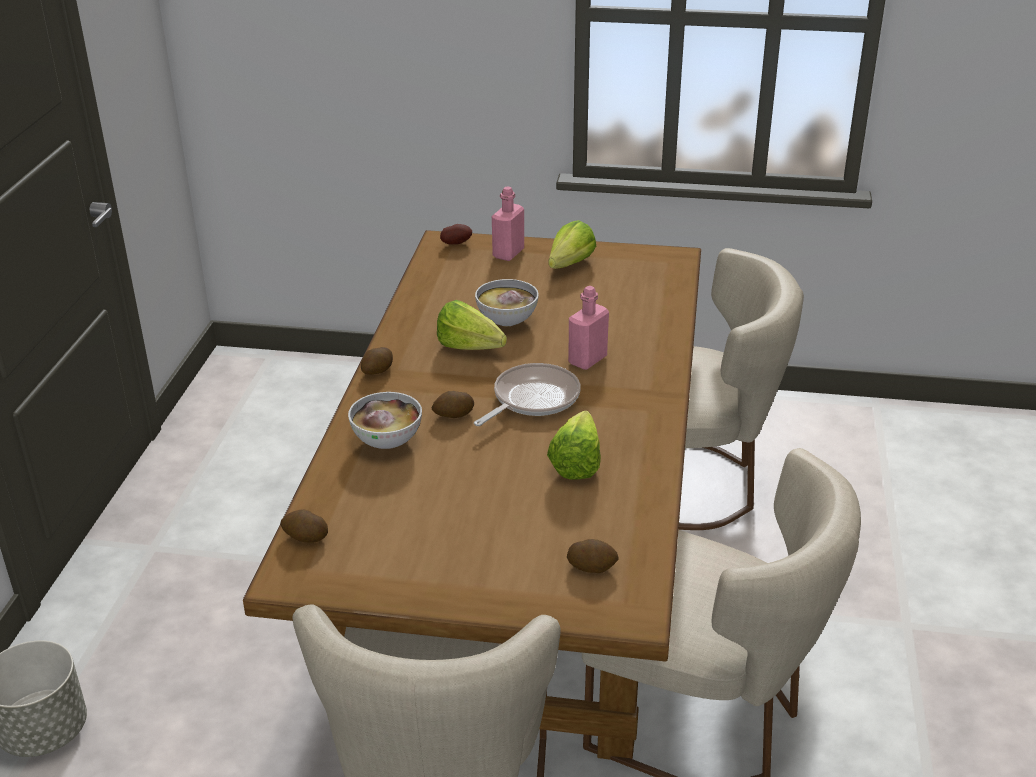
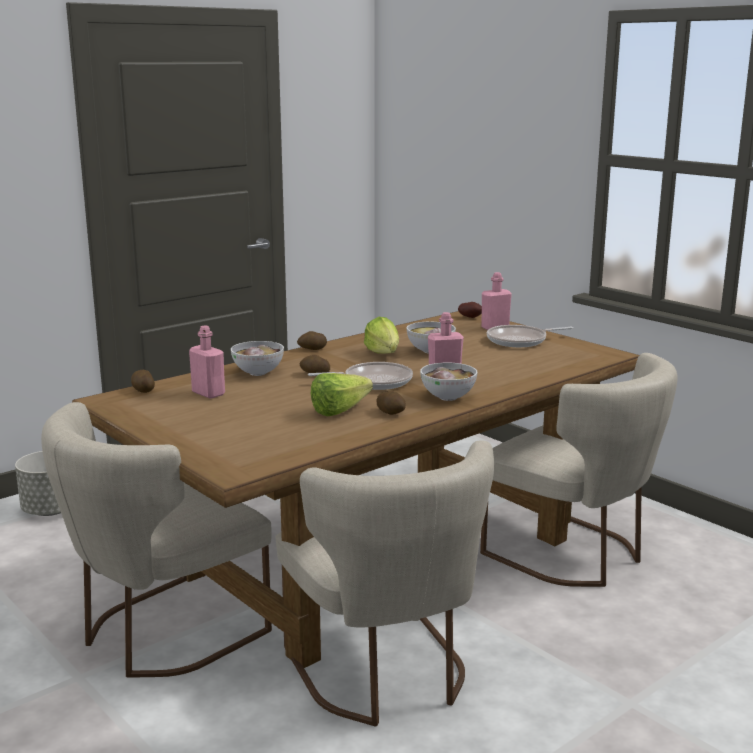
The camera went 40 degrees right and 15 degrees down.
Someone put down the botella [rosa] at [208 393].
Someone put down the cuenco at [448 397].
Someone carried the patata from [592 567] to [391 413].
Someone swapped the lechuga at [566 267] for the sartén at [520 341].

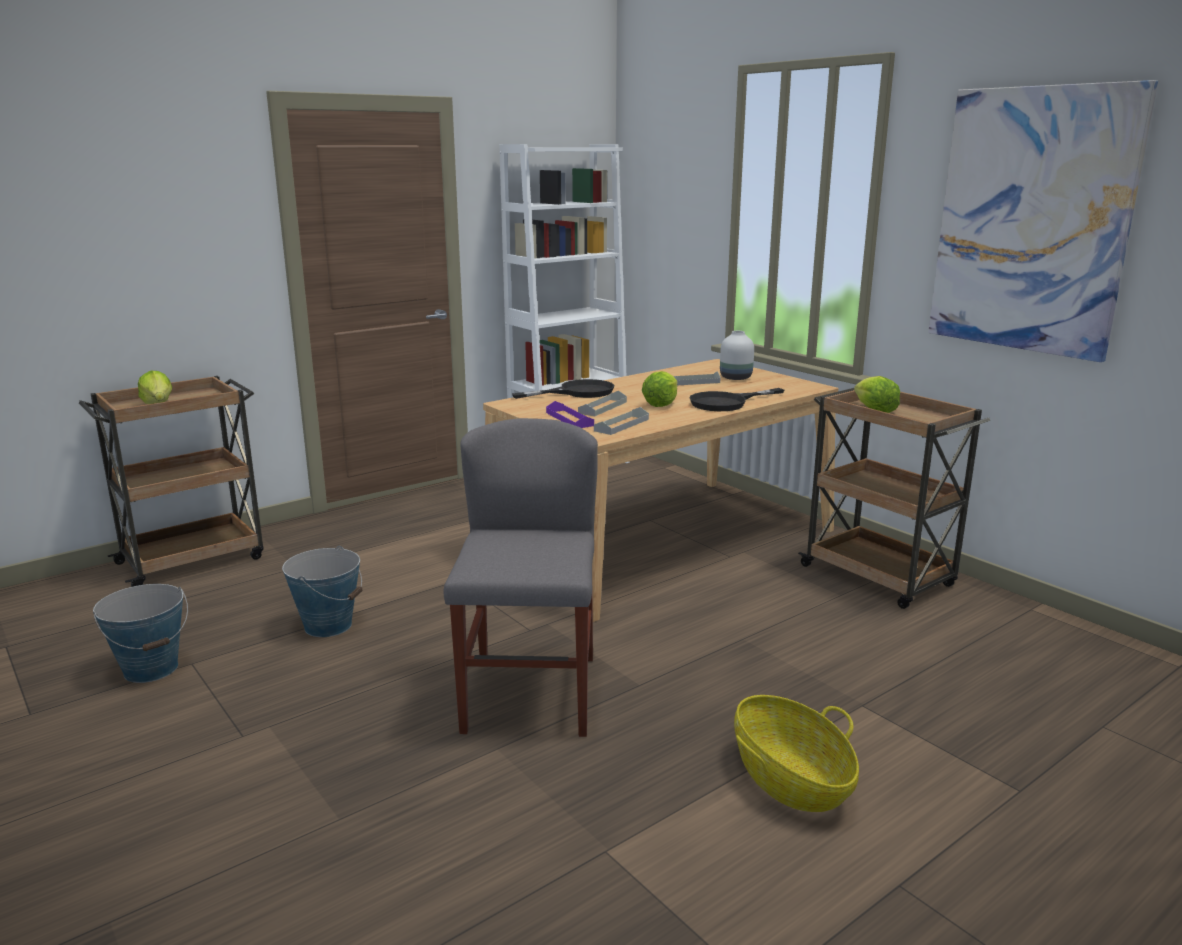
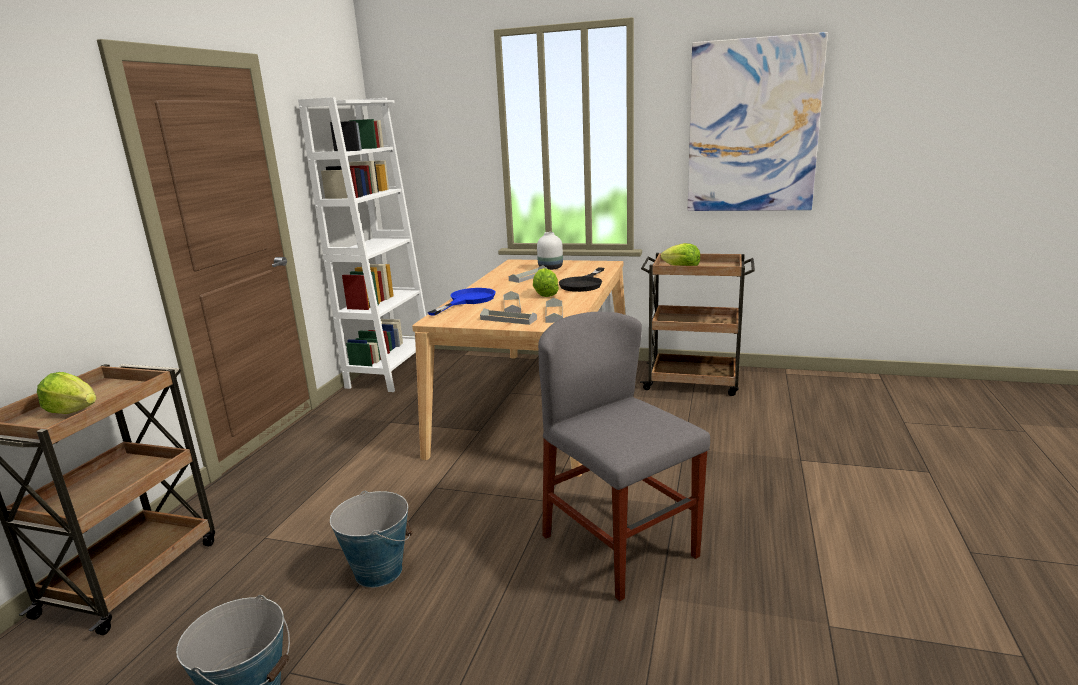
The camera went 35 degrees left and 0 degrees up.
Someone took away the cesta at [790 780].
Someone repainted the sartén [negro] at [577 392], which became the sartén [azul] at [467 300].
Someone repainted the bandeja [morado] at [569 419], which became the bandeja [gris] at [508 319].

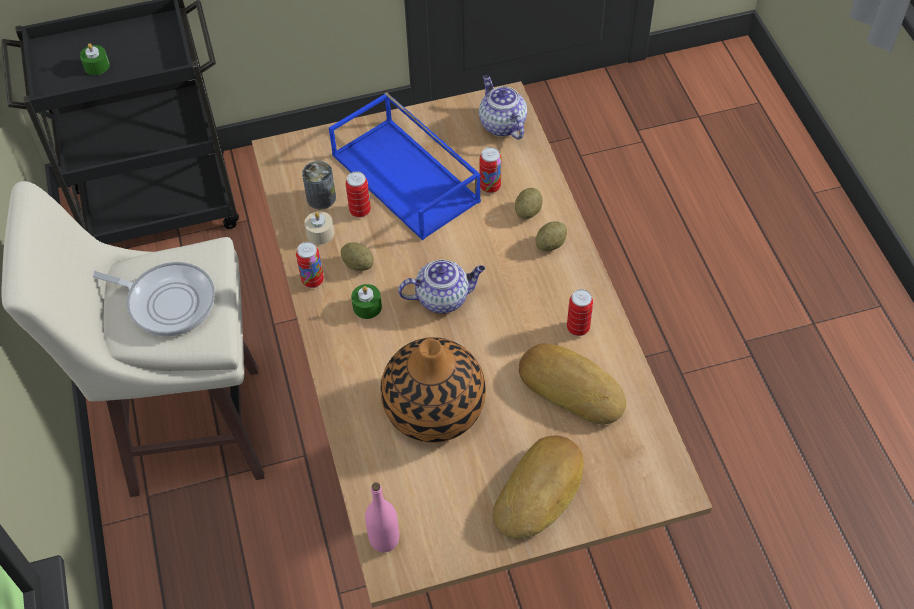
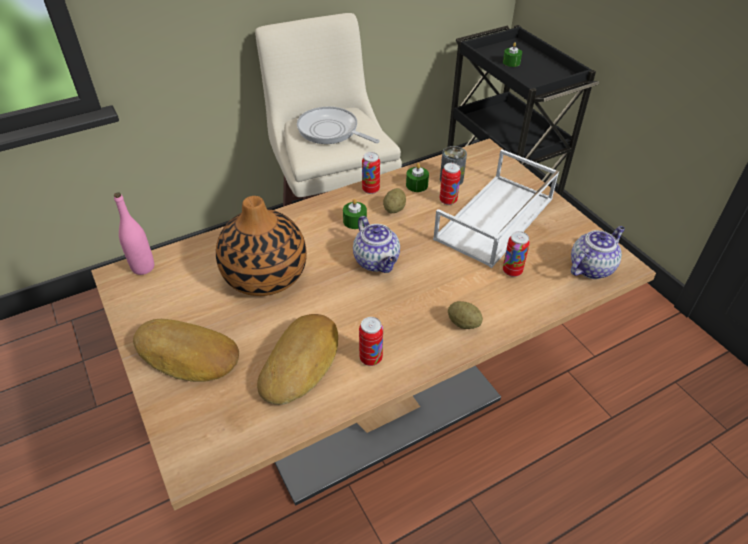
The camera went 75 degrees right and 10 degrees down.
Someone took away the patata at [528 211].
Someone repainted the vela [beis] at [320 233], which became the vela [verde] at [417 185].
Someone repainted the bandeja [azul] at [407 178], which became the bandeja [blanco] at [495 220].
Someone rotated the sartén at [167 301] by 120 degrees clockwise.

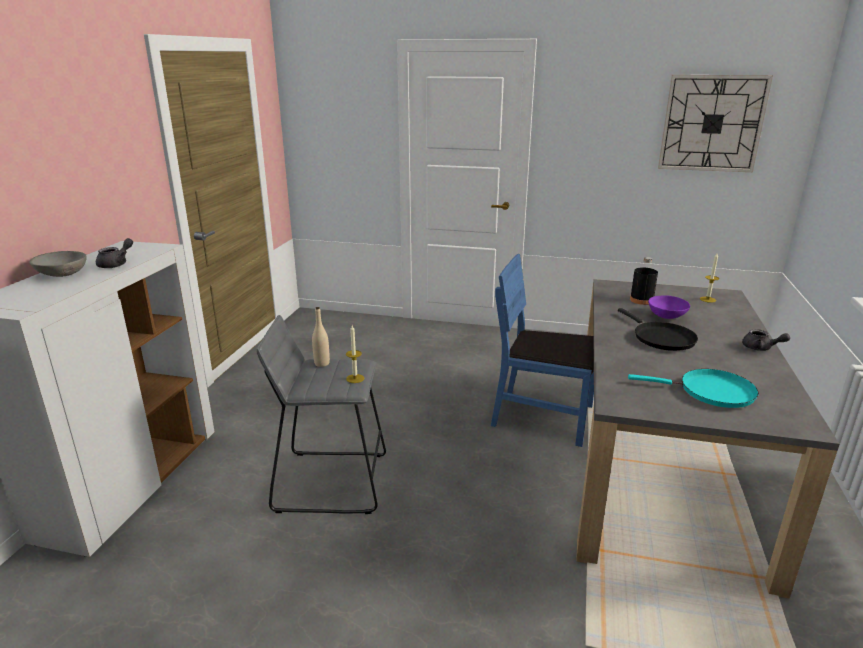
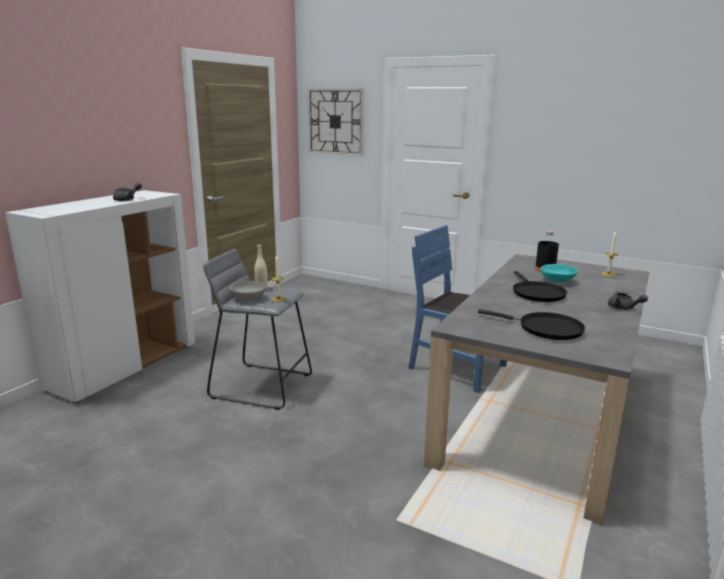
The camera went 15 degrees right and 5 degrees down.
Someone carried the cuenco [gris] from [63 274] to [248 298].
Someone carried the reloj de pared from [712 123] to [335 121].
Someone repainted the sartén [turquesa] at [711 392], which became the sartén [negro] at [545 329].
Someone repainted the cuenco [morado] at [667 316], which became the cuenco [turquesa] at [557 281].

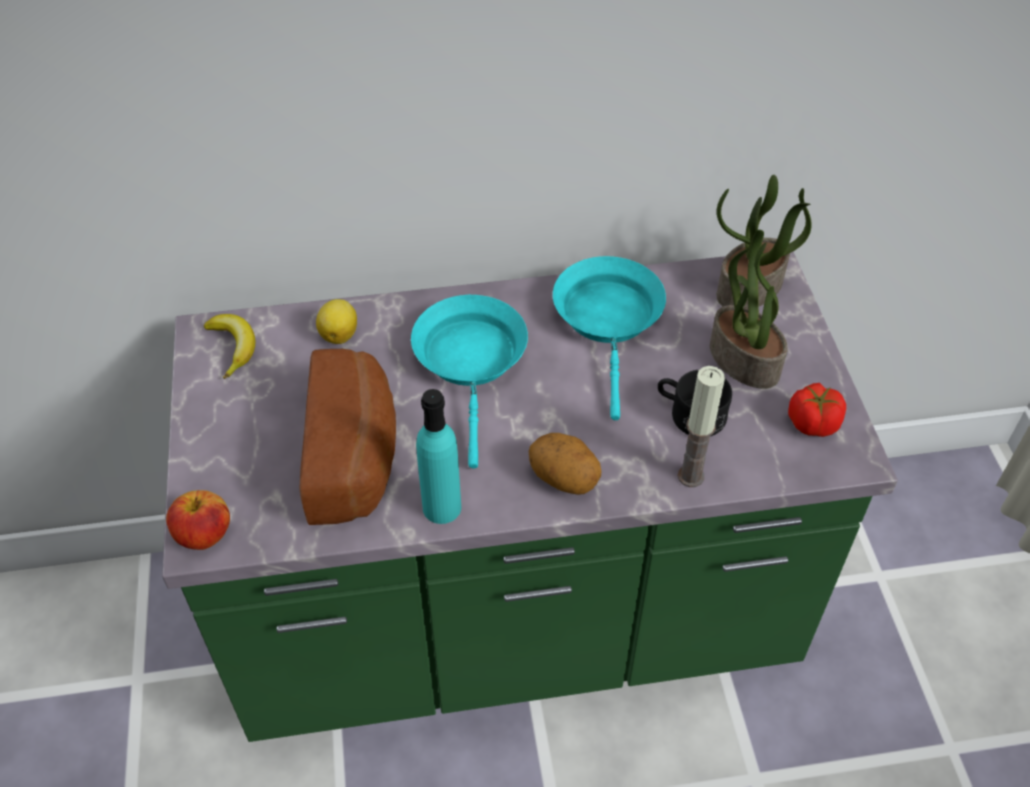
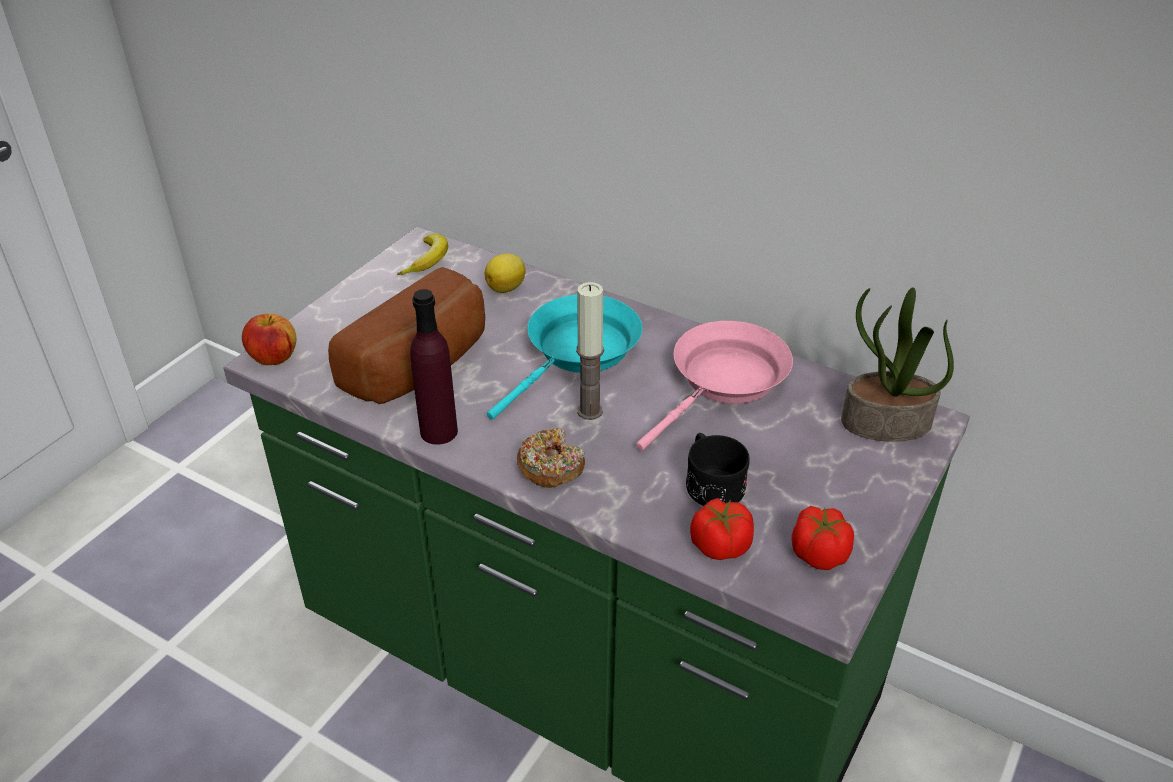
The camera went 40 degrees right and 10 degrees down.
Someone took away the planta en maceta at [742 360].
Someone put down the tomate at [719 545].
Someone carried the vela from [691 476] to [590 411].
Someone swapped the patata at [564 479] for the rosquilla at [550 467].
Someone repainted the botella [turquesa] at [442 507], which became the botella [morado] at [438 432].
Someone repainted the sartén [turquesa] at [609 321], which became the sartén [rosa] at [724 382].

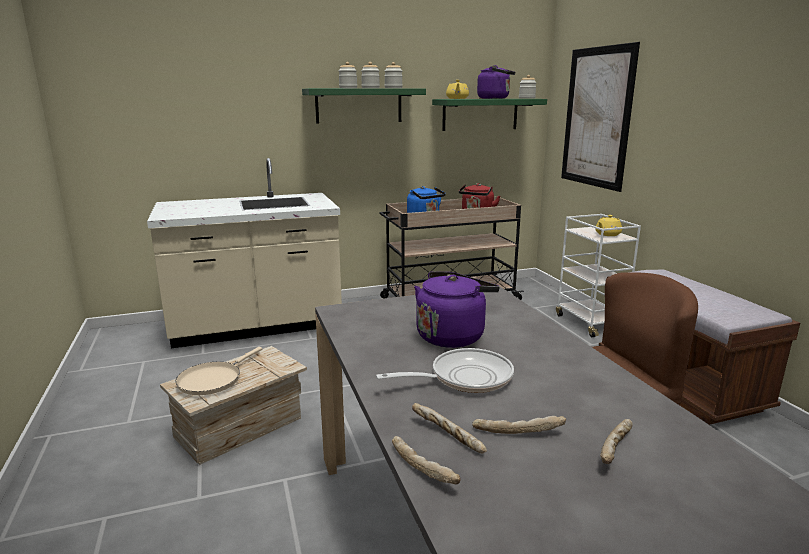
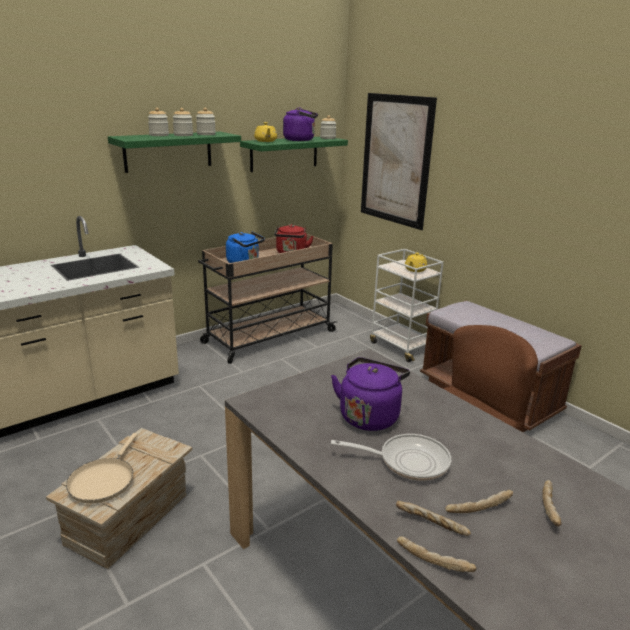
The camera went 20 degrees left and 5 degrees up.
Someone rotated the sartén at [464 378] by 45 degrees clockwise.

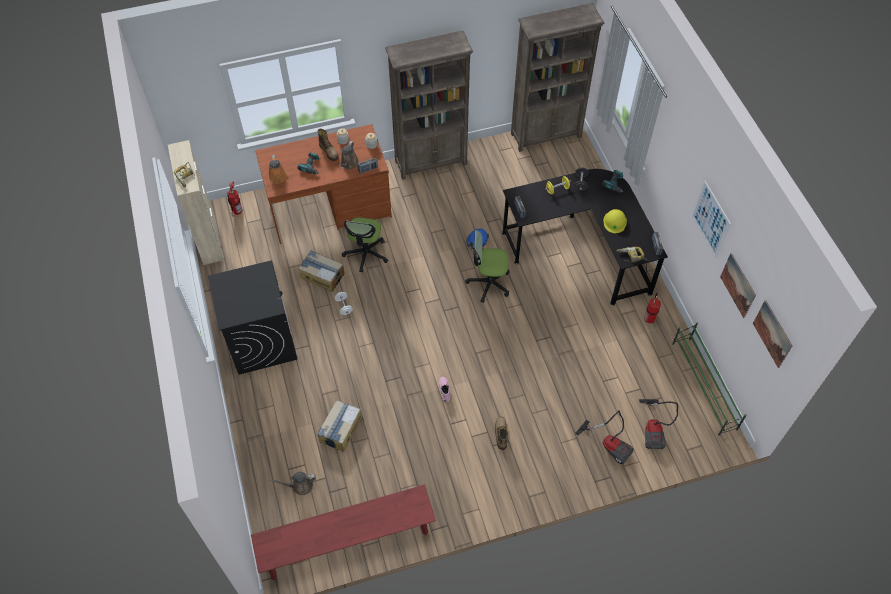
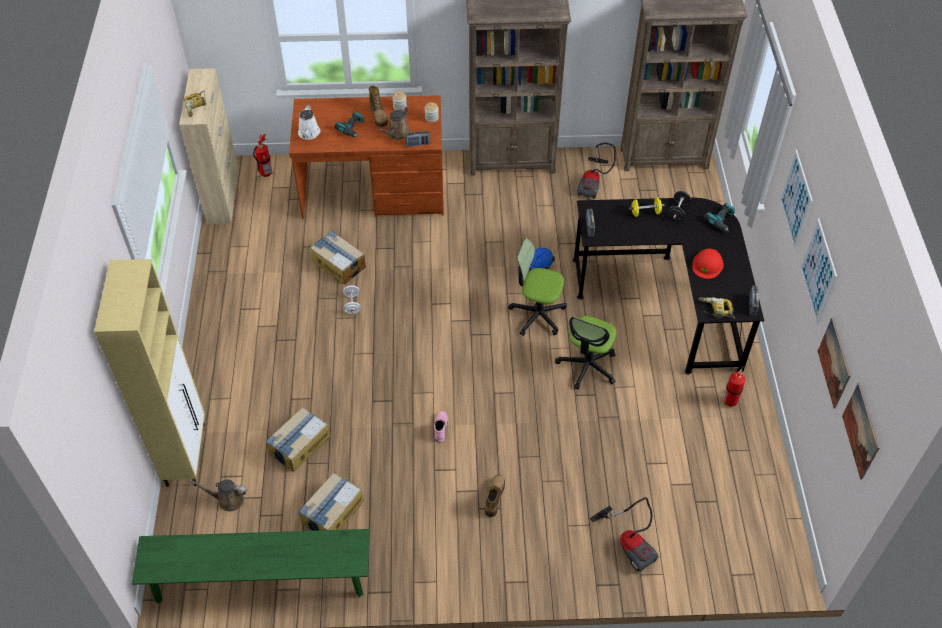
The camera went 15 degrees right and 5 degrees down.
Someone took away the lavadora [negro] at [261 340].
Someone took away the zapatero [verde] at [704 386].
Someone put down the armario [beis] at [186 454].
Someone put down the caja de cartón at [332 512].
Someone put up the cuadro at [796 200].
Someone carried the silla de oficina from [366 254] to [587 366].
Someone carried the aspiradora from [654 429] to [593 183].
Someone repainted the banco [rojo] at [347 542], which became the banco [verde] at [260 581].
Someone repainted the regadera [naranja] at [278 178], which became the regadera [blanco] at [309 133].
Someone repainted the casco [amarillo] at [615 221], which became the casco [rojo] at [707 265].

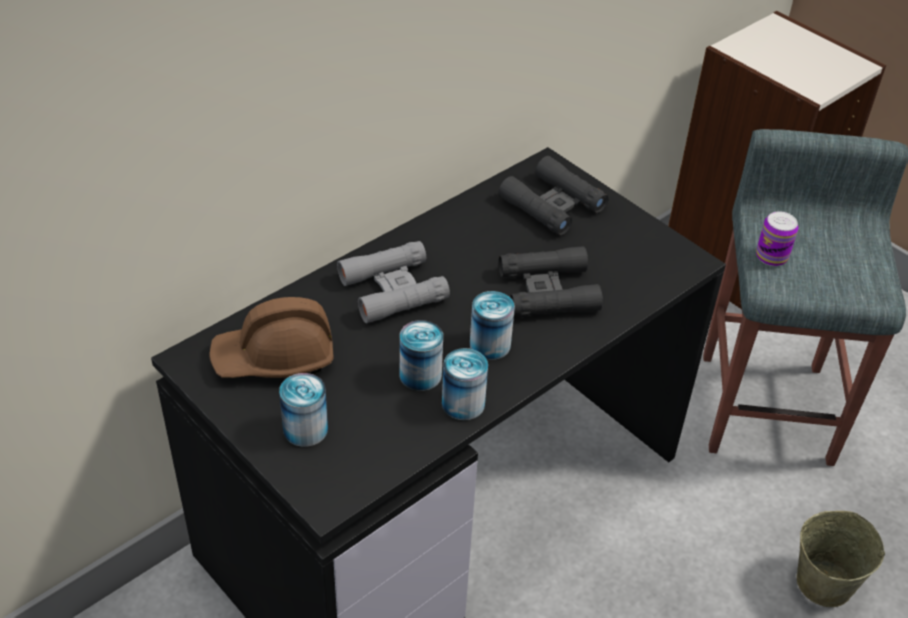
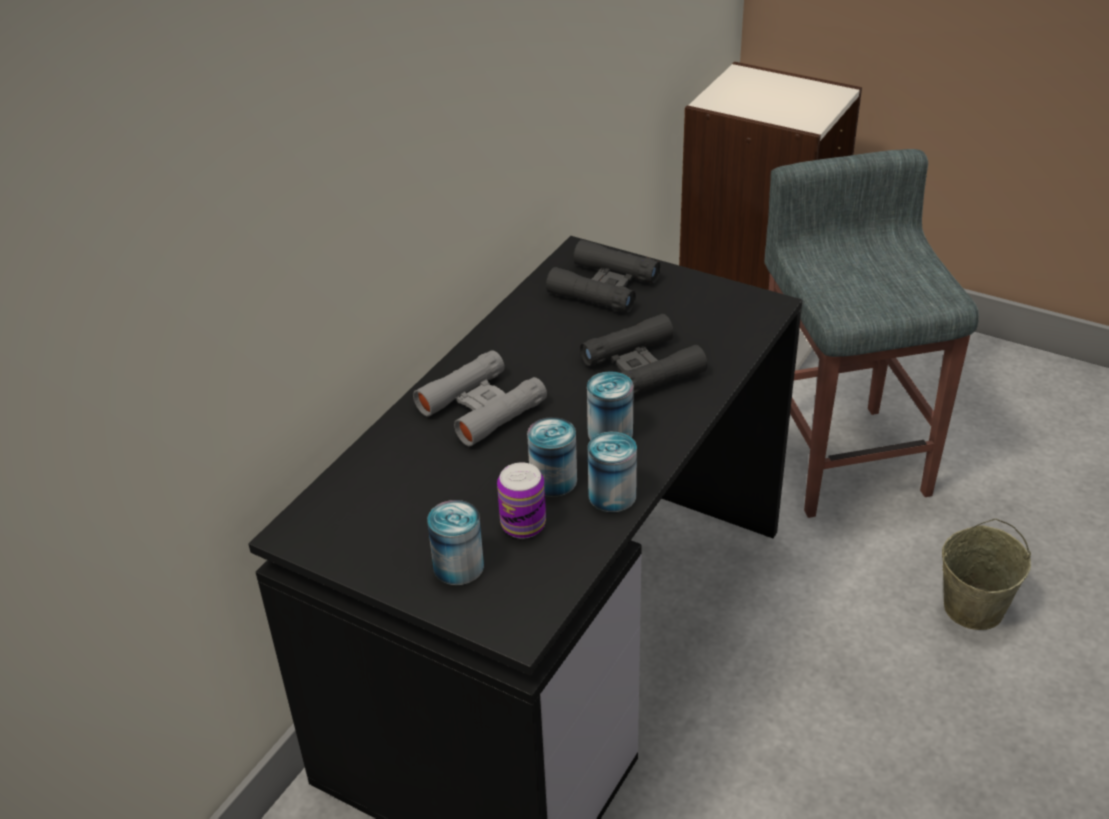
The camera went 15 degrees left and 5 degrees down.
Someone took away the casco [marrón] at [274 358].
Someone carried the lata from [771 256] to [523 524].

